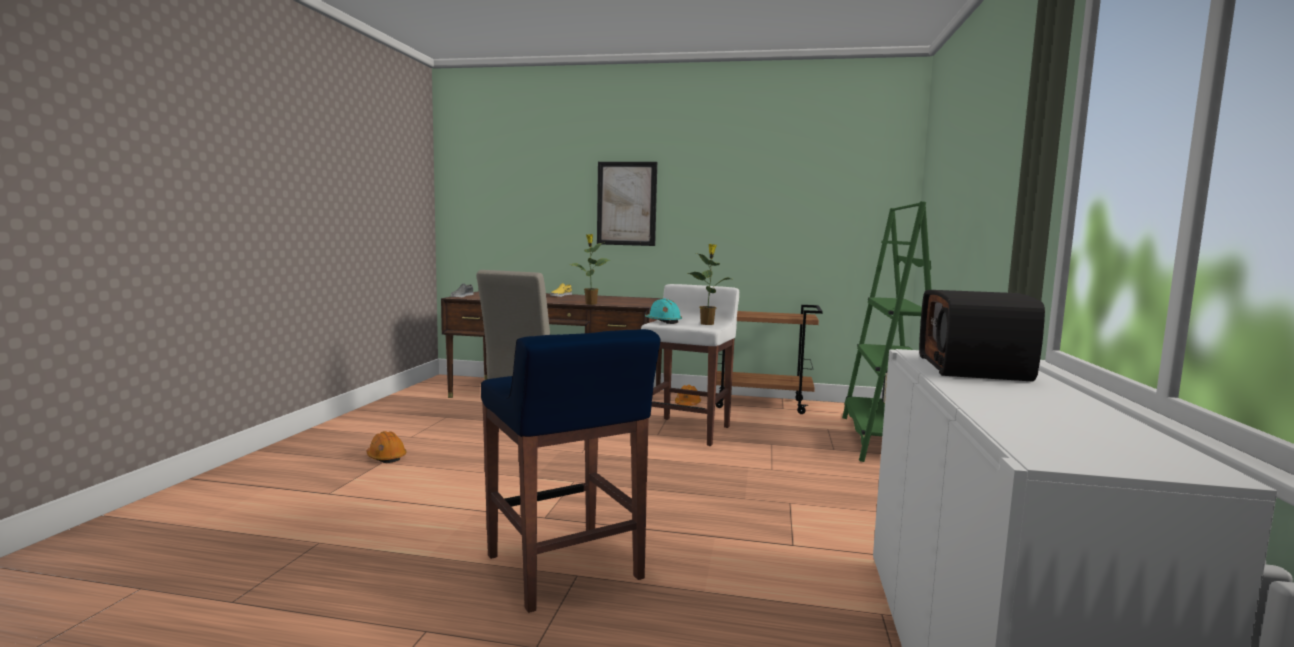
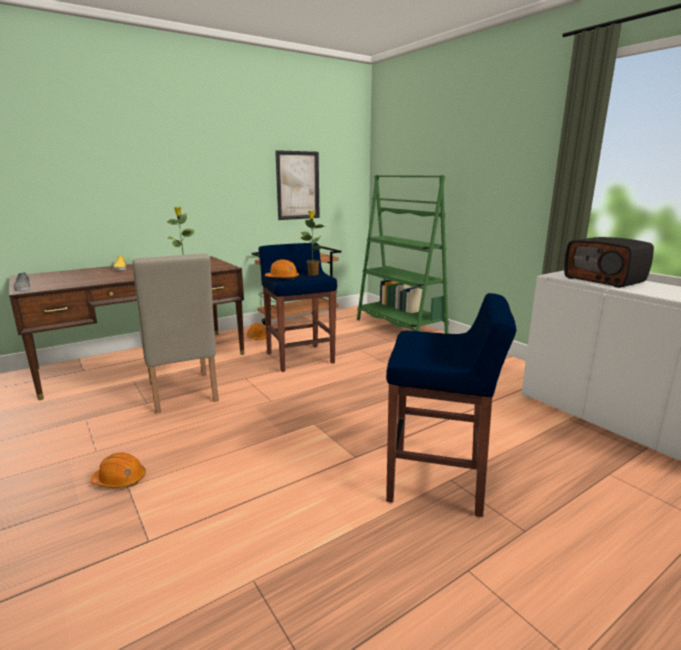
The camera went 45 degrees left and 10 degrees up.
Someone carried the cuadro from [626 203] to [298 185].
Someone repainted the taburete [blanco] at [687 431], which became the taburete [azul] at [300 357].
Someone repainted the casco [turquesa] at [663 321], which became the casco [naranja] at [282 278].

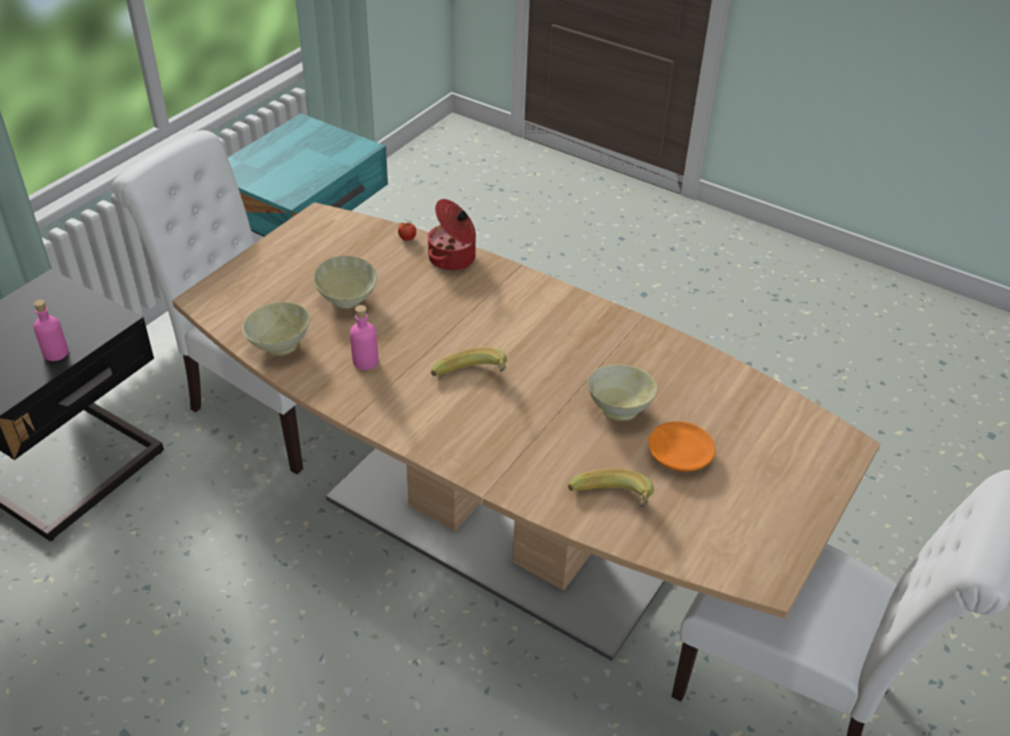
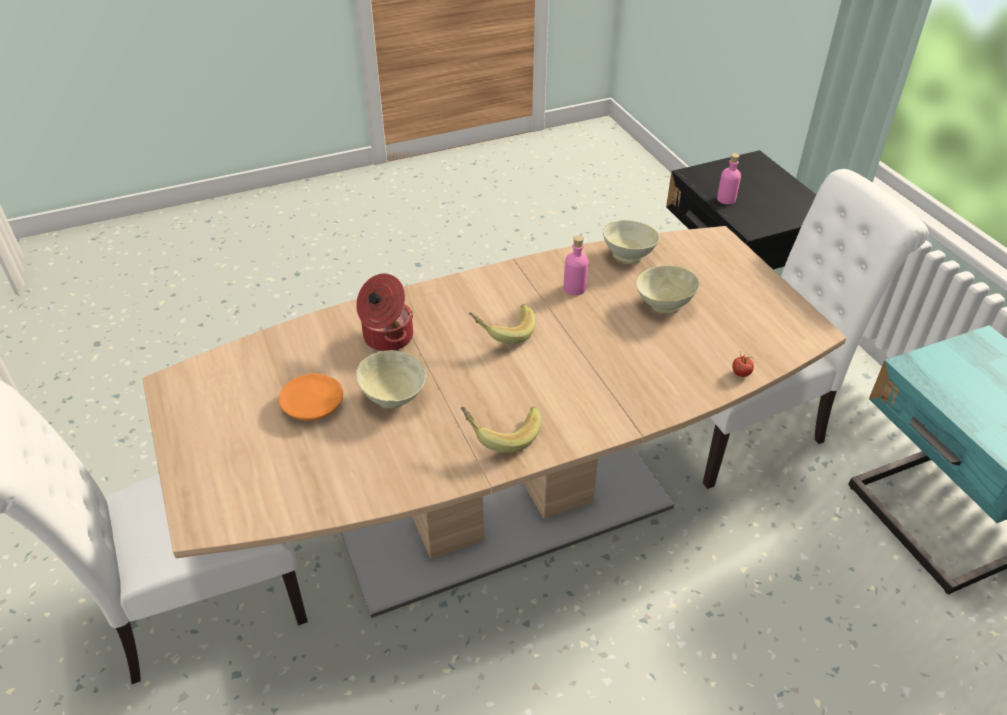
The camera went 125 degrees right and 0 degrees up.
Someone carried the olla from [453 259] to [387 337].
Someone carried the plátano from [611 506] to [501 433].

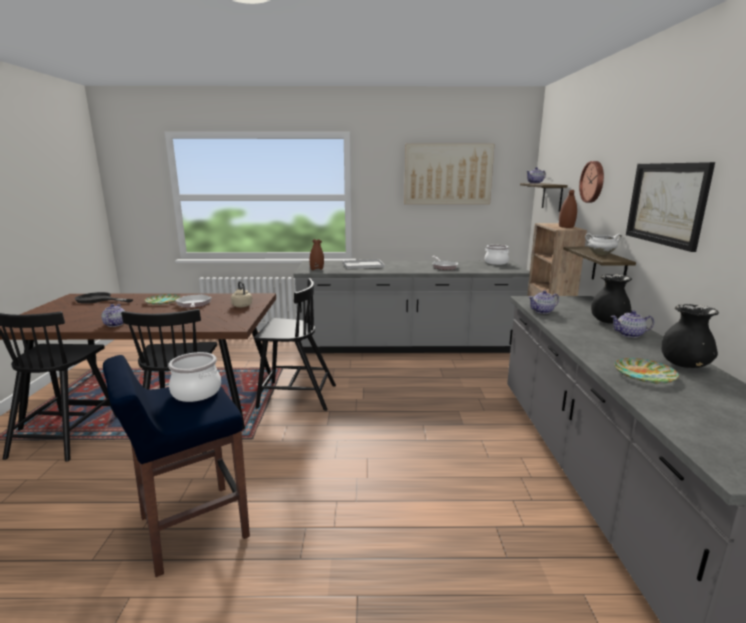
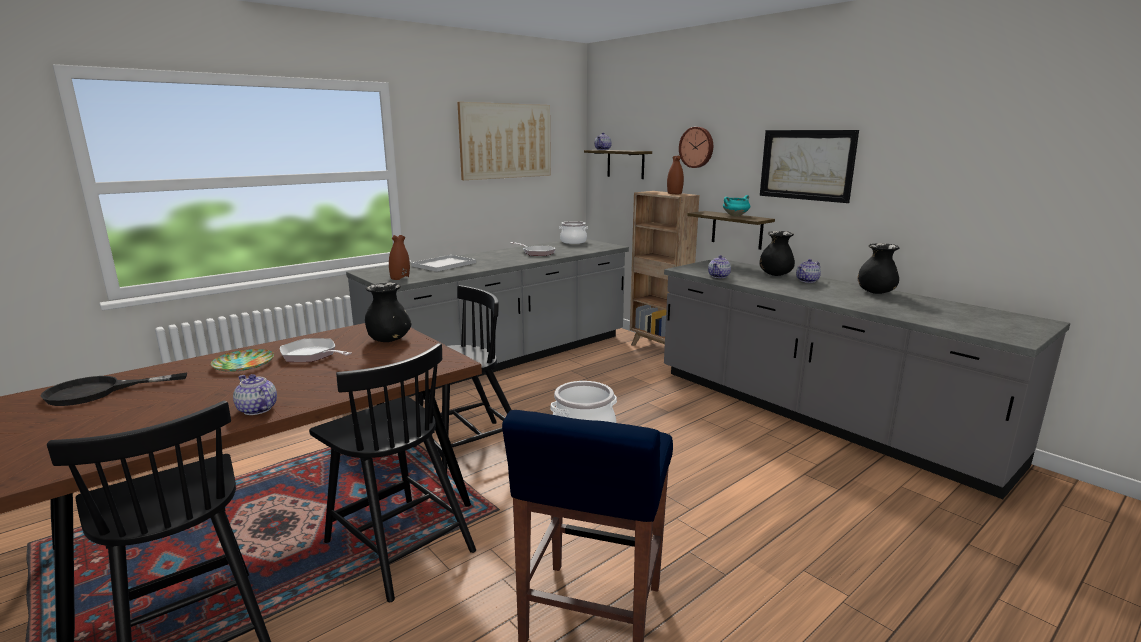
The camera went 40 degrees left and 0 degrees up.
Someone took away the plato at [644 374].
Someone swapped the hervidor [beis] at [241 305] for the florero [negro] at [389 340].
Someone repainted the olla [blanco] at [600 254], which became the olla [turquesa] at [735 216].

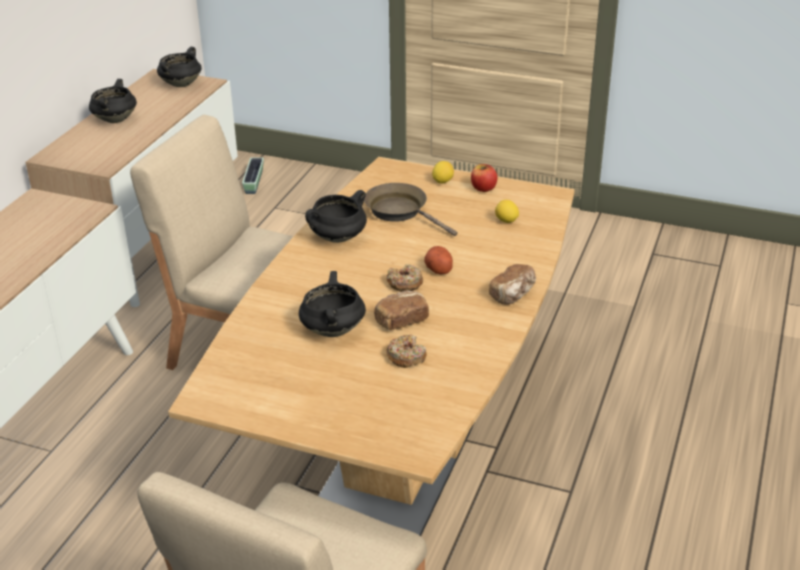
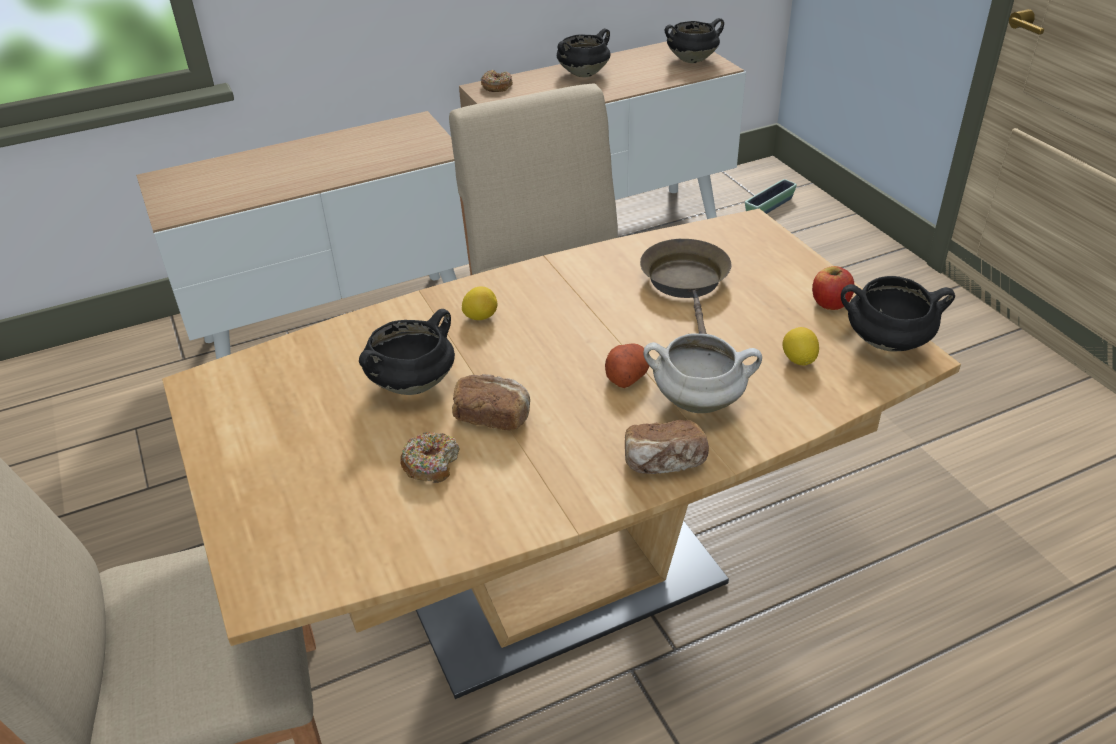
The camera went 45 degrees right and 5 degrees up.
Someone put down the olla [blanco] at [699 401].
Someone carried the olla [negro] from [337 238] to [886 343].
Someone carried the rosquilla from [404 283] to [496 86].
Someone carried the limón from [442 181] to [480 317].

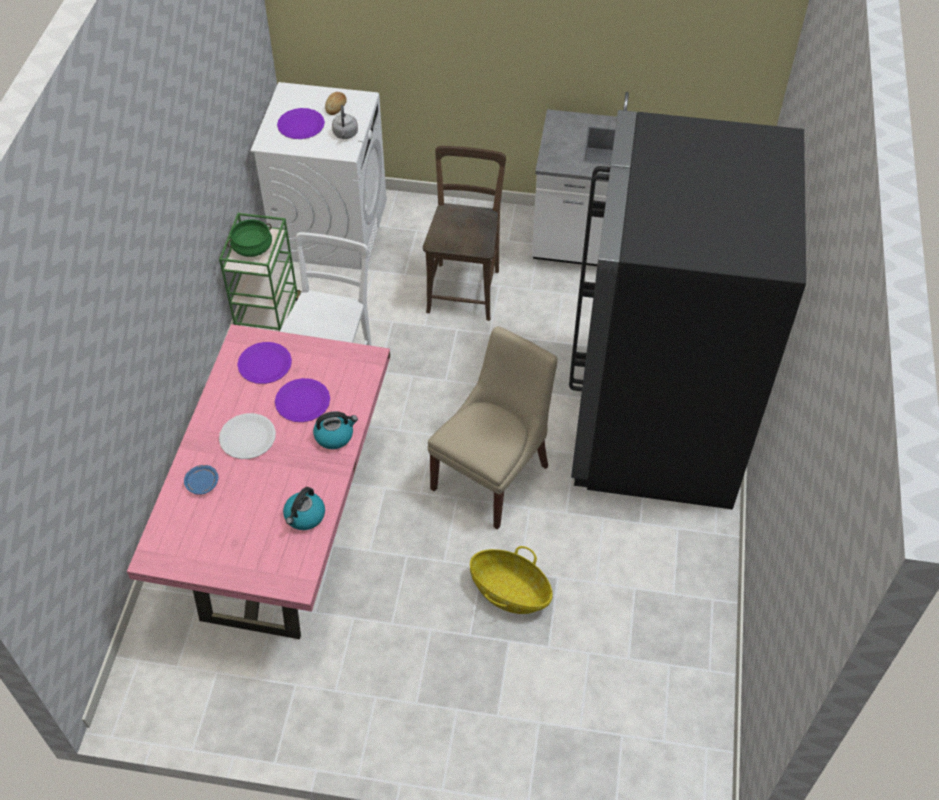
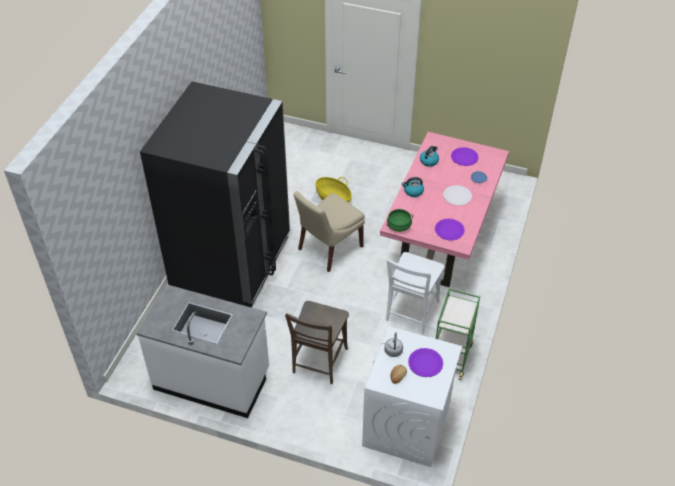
The camera went 170 degrees left and 5 degrees down.
Someone carried the olla [verde] from [252 247] to [399 226].
Someone carried the plato [morado] from [302 401] to [464 157].

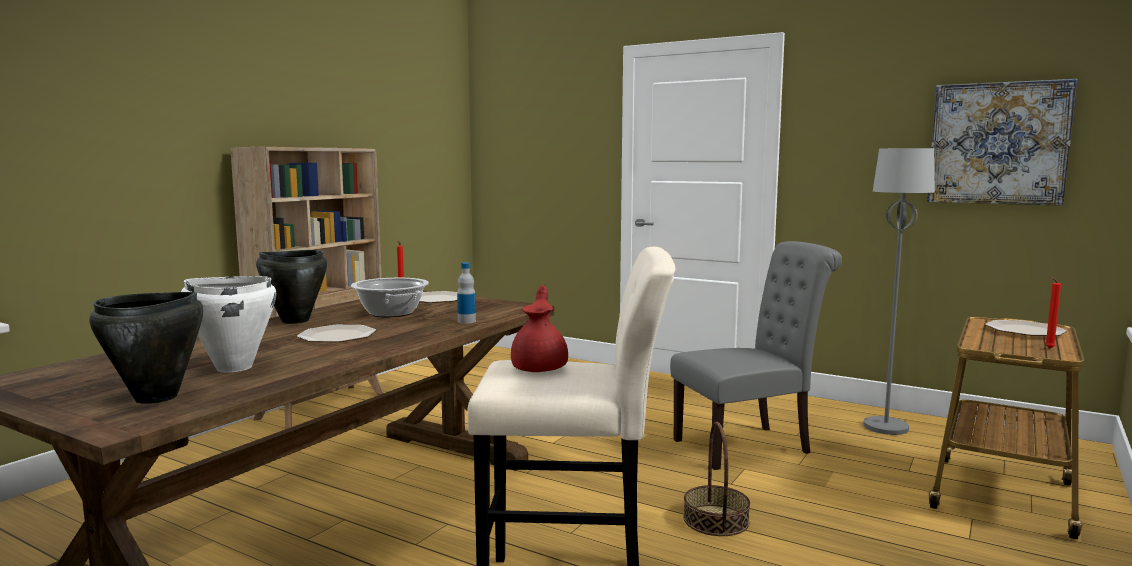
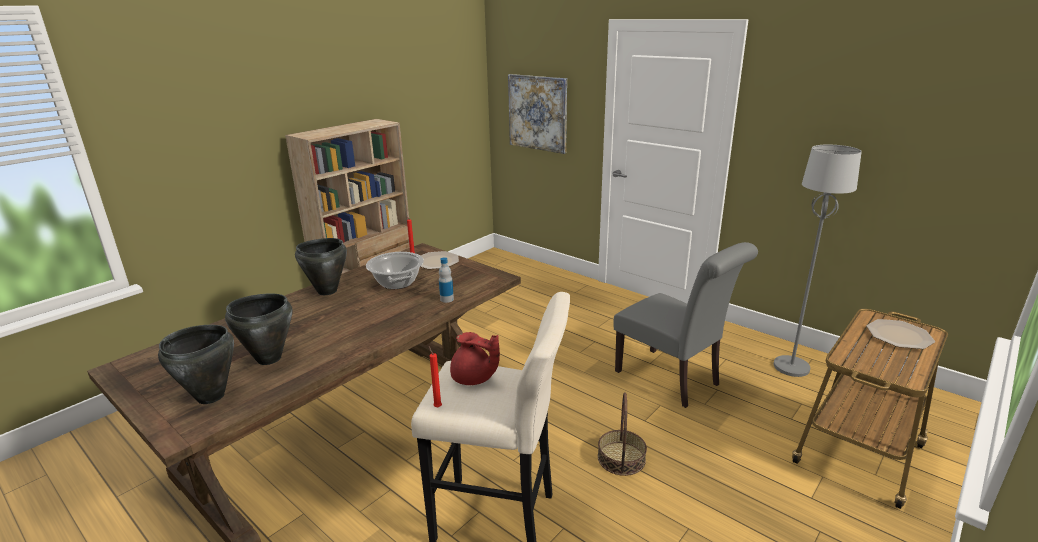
The camera went 10 degrees right and 15 degrees up.
Someone took away the plato at [336 336].
Someone carried the cuadro from [998 143] to [538 113].
Someone carried the vela [rojo] from [1047 348] to [437 406].
Someone repainted the olla [blanco] at [233 367], which became the olla [negro] at [268 358].
Someone rotated the tetera [rojo] at [540 368] by 105 degrees clockwise.
Someone rotated the silla [gris] at [749 445] by 60 degrees clockwise.

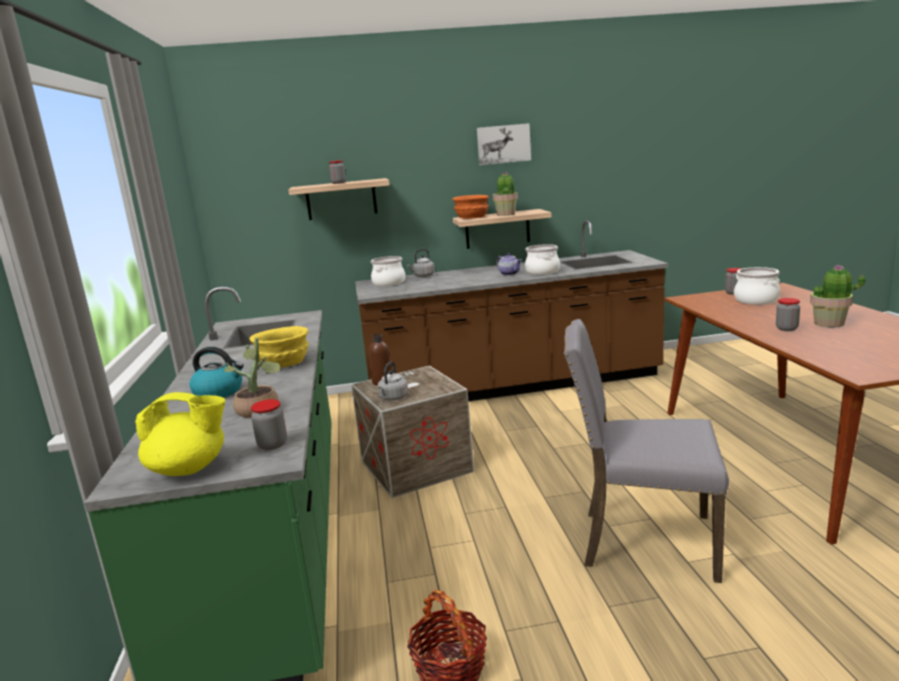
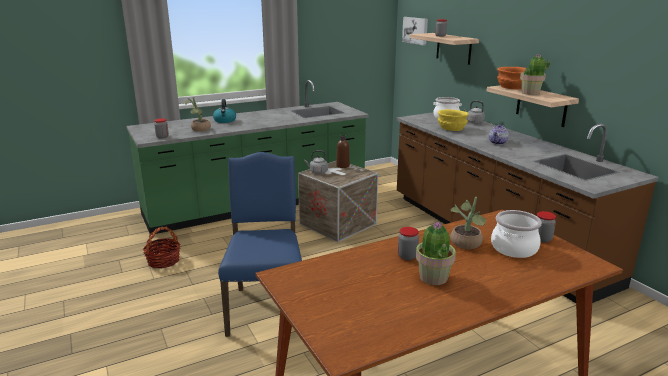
The camera went 70 degrees right and 5 degrees up.
Someone took away the tetera [amarillo] at [189 469].
Someone took away the olla at [542 271].
Someone put down the planta en maceta at [466 245].
Someone carried the cuenco [amarillo] from [282 363] to [451 128].
Someone carried the cuadro from [503 144] to [416 30].
Someone repainted the silla [gris] at [644 542], which became the silla [azul] at [266 307].

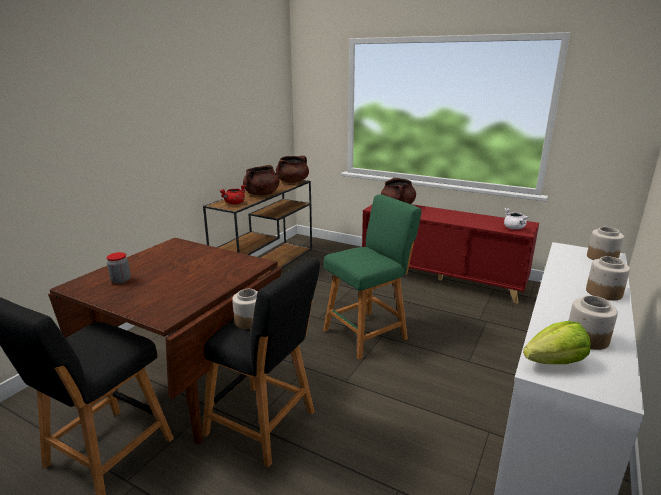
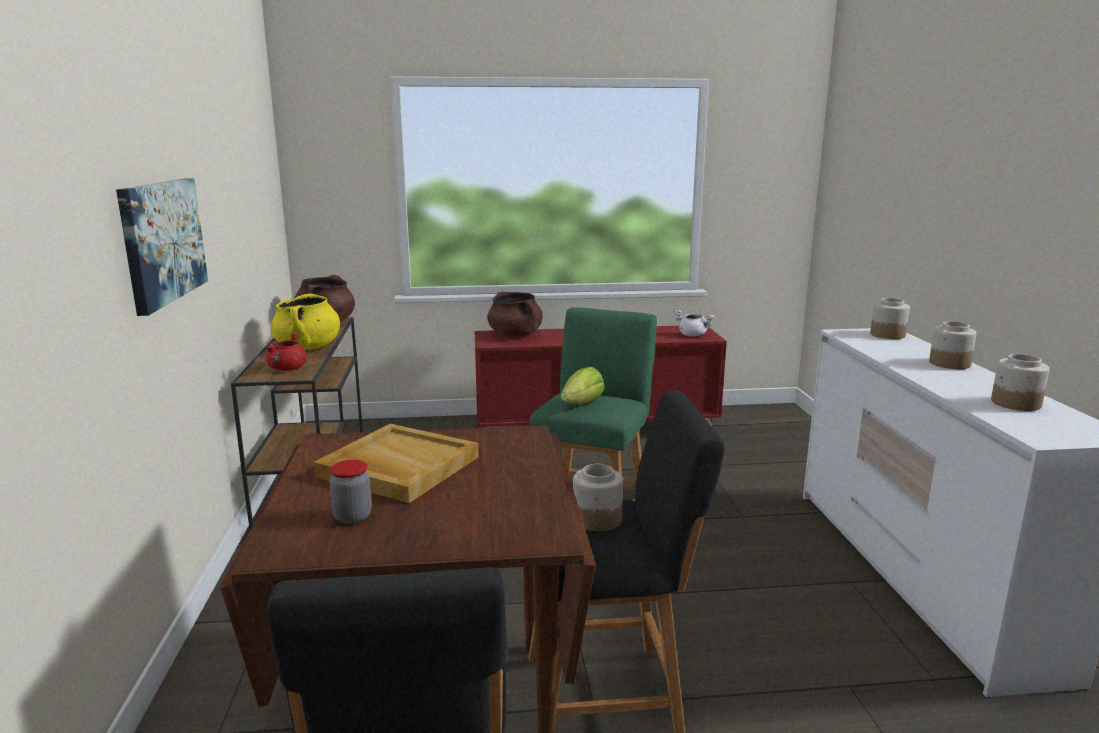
The camera went 35 degrees left and 5 degrees down.
Someone put up the cuadro at [162 241].
Someone put down the bandeja [beis] at [397 467].
Someone carried the lechuga from [554 362] to [582 403].
Someone repainted the olla [marrón] at [261 194], which became the olla [amarillo] at [308 347].

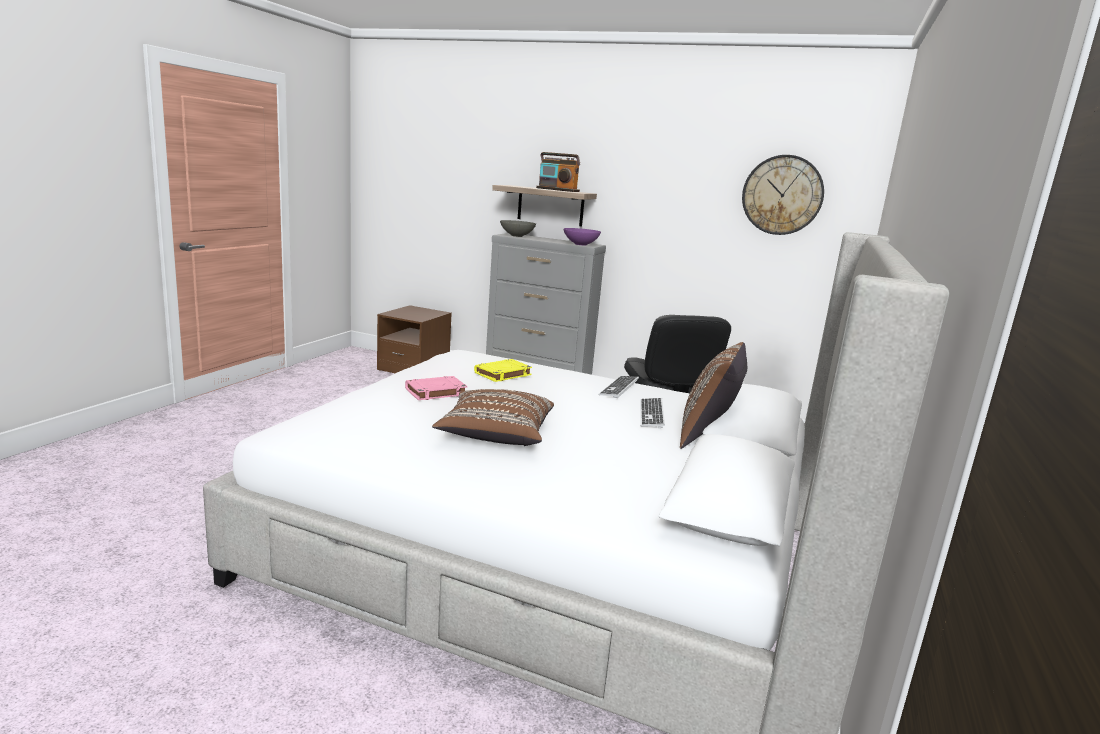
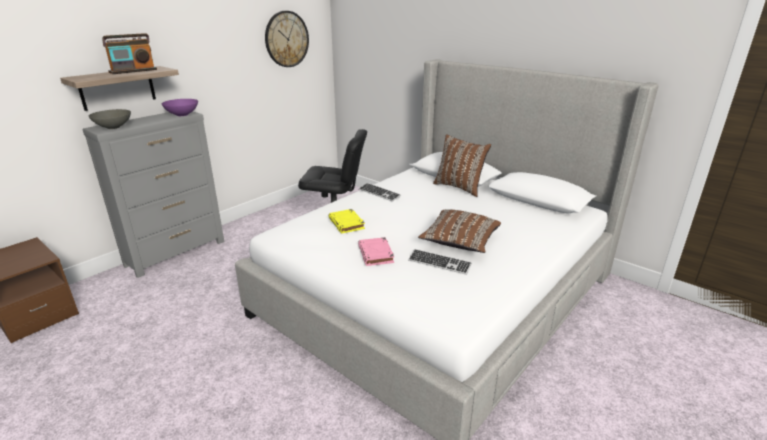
The camera went 70 degrees left and 10 degrees up.
Someone carried the teclado from [651 414] to [439 263].

